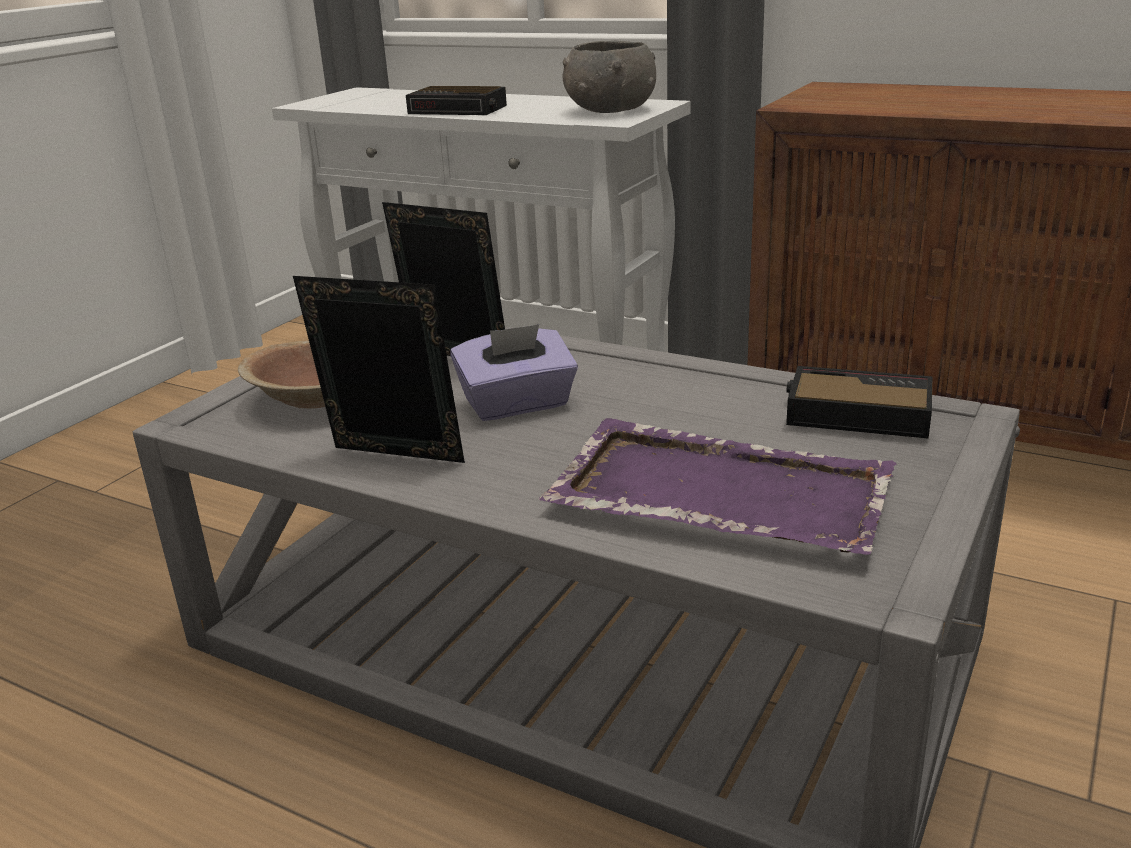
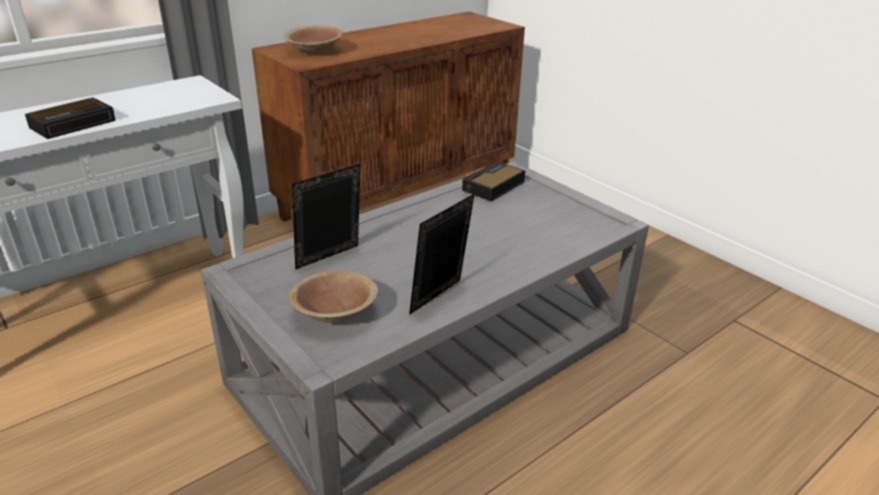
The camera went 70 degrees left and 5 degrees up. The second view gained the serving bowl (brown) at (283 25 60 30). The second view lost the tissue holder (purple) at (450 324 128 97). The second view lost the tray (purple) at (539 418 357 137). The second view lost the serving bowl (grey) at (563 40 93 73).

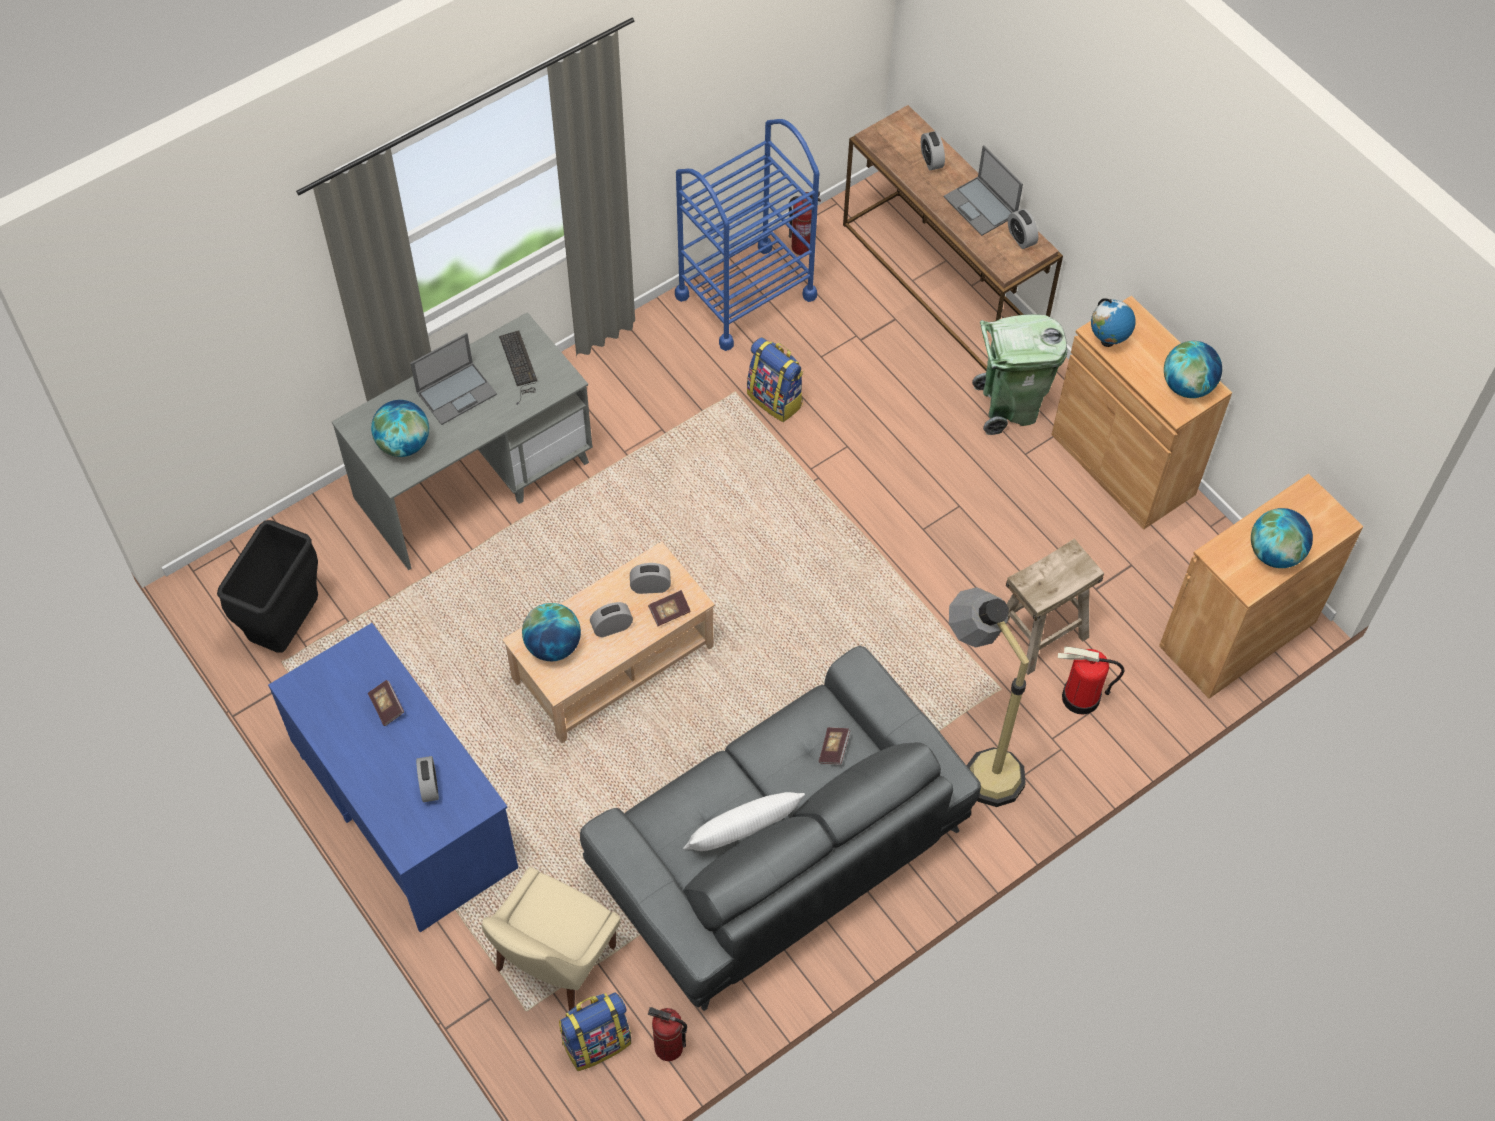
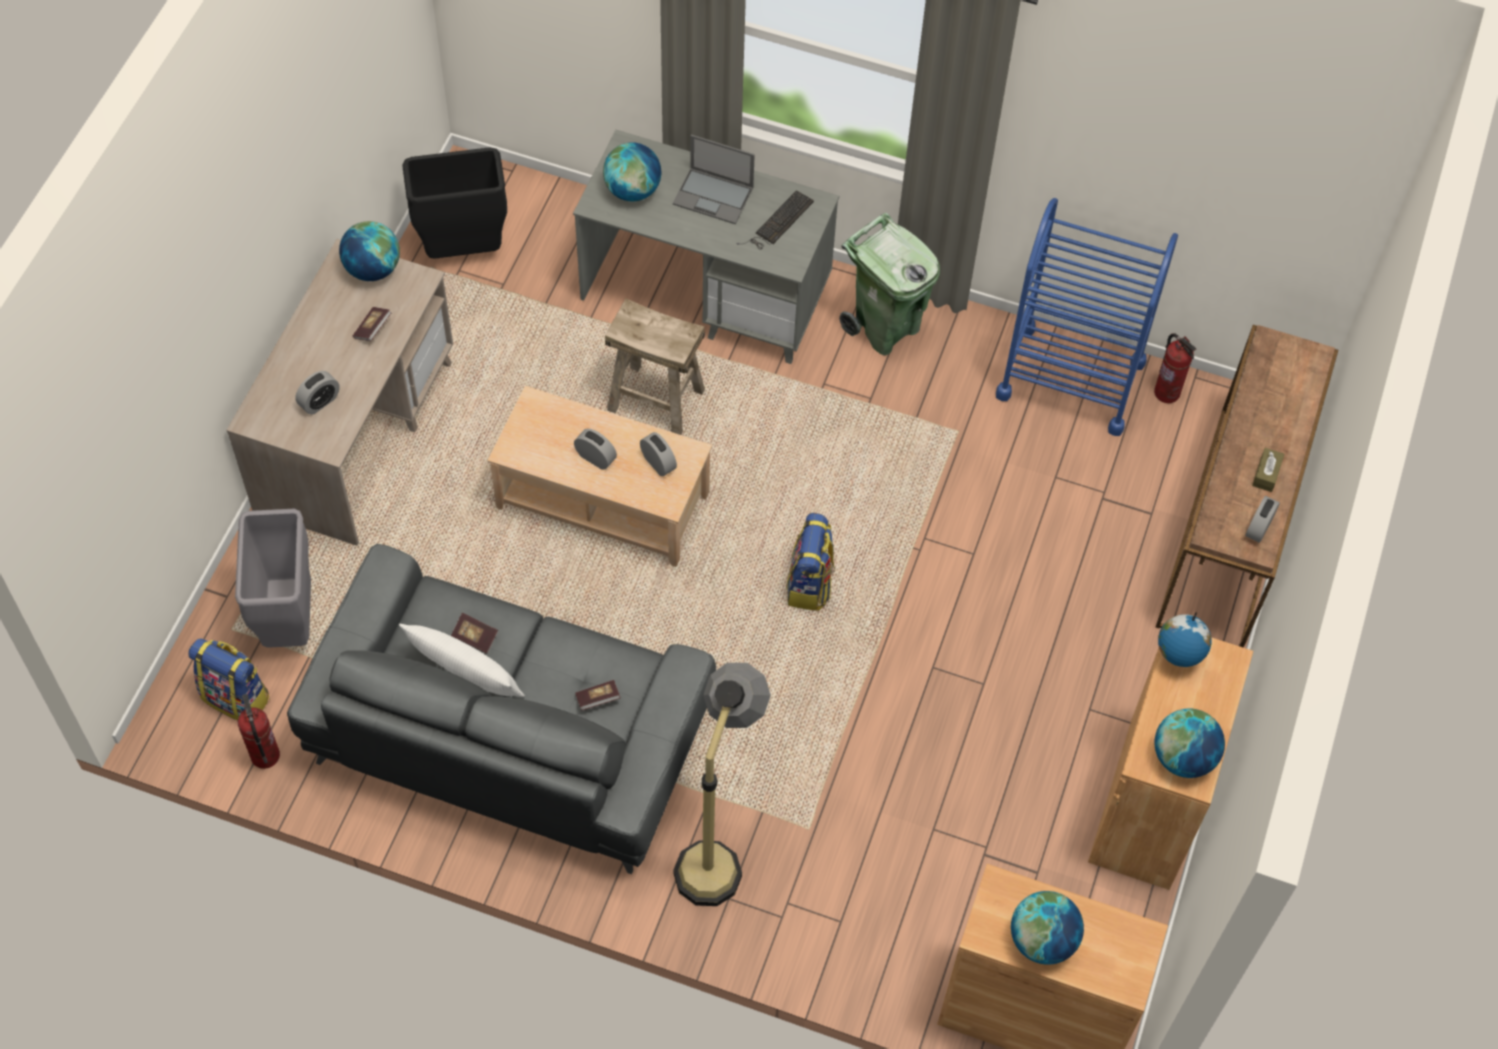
The camera went 55 degrees right and 0 degrees up. What was the desk unit (blue-coloured) at (268 623 250 309) turned into the desk unit (sand-coloured) at (226 239 227 307). Where the plain chair (sand-coloured) stood at (482 867 138 144), the trash can (grey) came to stand at (235 509 76 139). The globe ended up elsewhere, having gone from (522 603 59 58) to (339 221 61 60). The volume ended up elsewhere, having gone from (648 590 43 36) to (451 613 47 41). The sitting stool (sand-coloured) ended up elsewhere, having gone from (1006 538 98 137) to (605 299 100 136). The backpack ended up elsewhere, having gone from (747 337 56 85) to (786 513 49 98). The trash can (greenish) ended up elsewhere, having gone from (972 314 95 121) to (839 213 101 142). Where the notebook computer stood at (944 145 79 91), the tissue holder (brown) came to stand at (1252 448 33 44). The second view lost the table clock at (921 131 24 39). The second view lost the fire-fighting cylinder at (1058 647 66 68).

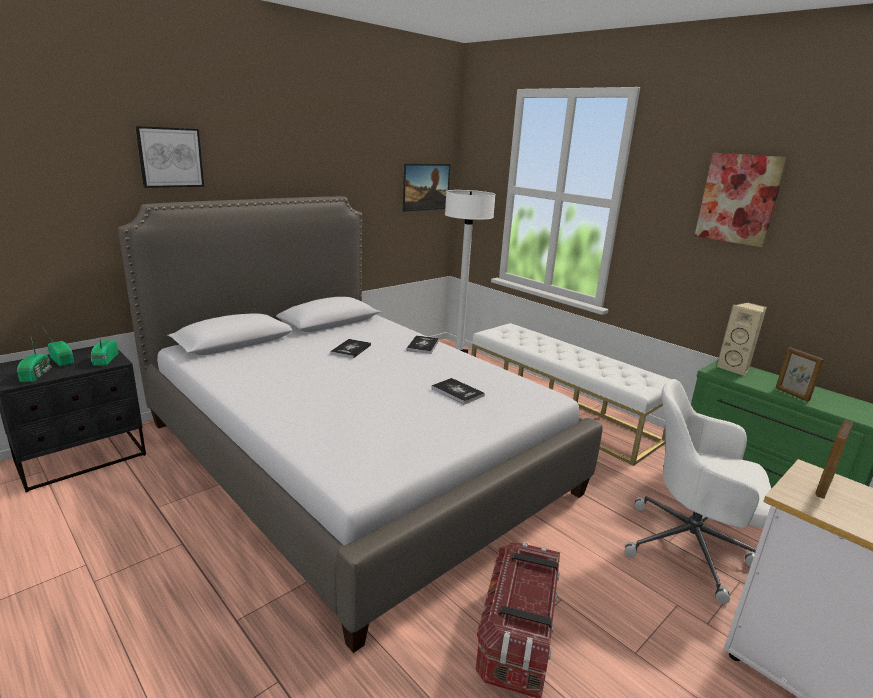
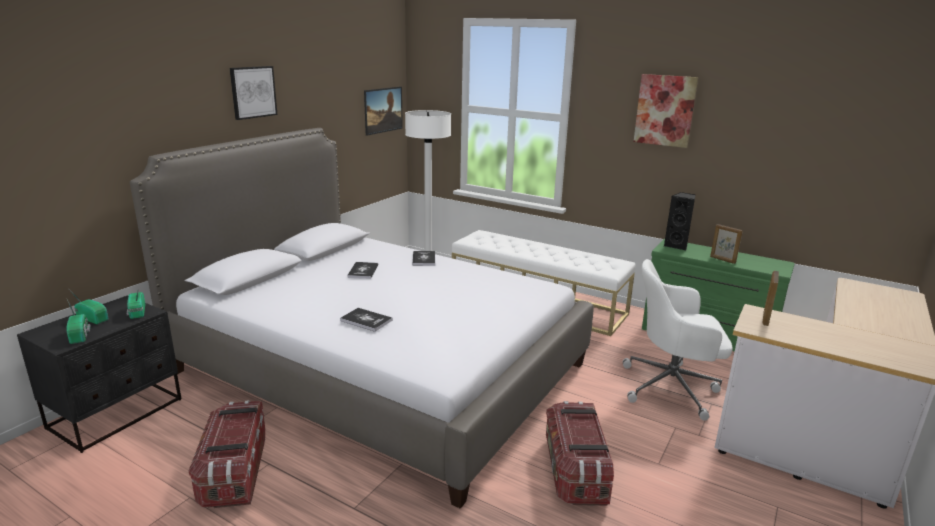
The camera went 15 degrees left and 0 degrees up. The second view gained the storage box at (189 401 76 107). The wall art ended up elsewhere, having gone from (135 126 69 62) to (229 66 48 54). The volume ended up elsewhere, having gone from (431 378 54 27) to (340 308 52 24). What was the audio speaker (sand-coloured) at (716 302 51 74) turned into the audio speaker (blackish) at (664 192 32 58).

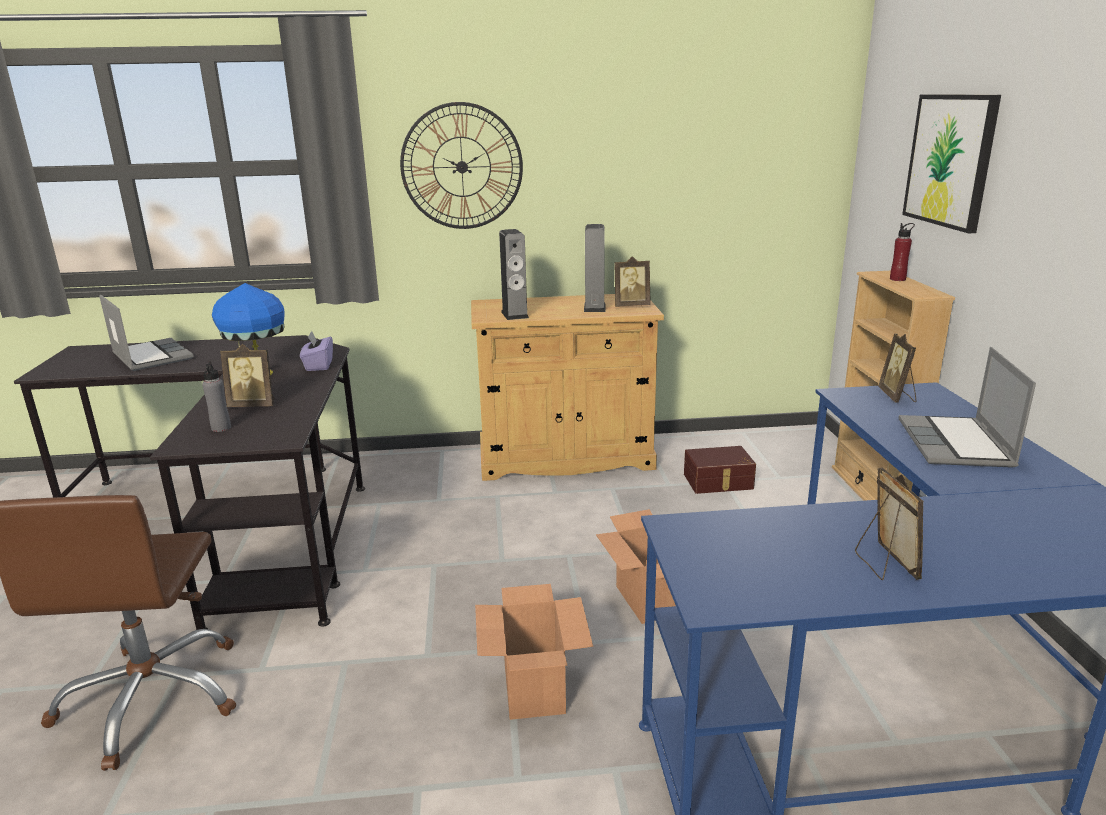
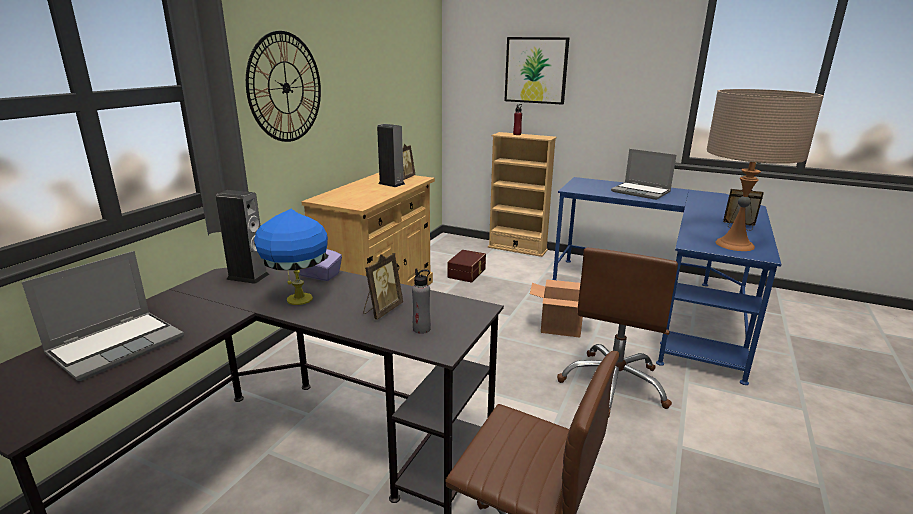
The camera went 60 degrees left and 0 degrees up. The notebook computer at (99 295 95 76) ended up facing another way, 135 degrees clockwise from before. The audio speaker ended up elsewhere, having gone from (499 229 30 91) to (216 190 54 94). Where the cardboard box stood at (475 584 118 136), the computer chair (brown) came to stand at (557 248 121 169). The second view gained the lamp for a table (sand-coloured) at (707 89 117 162). The second view lost the standing frame at (878 333 38 70).

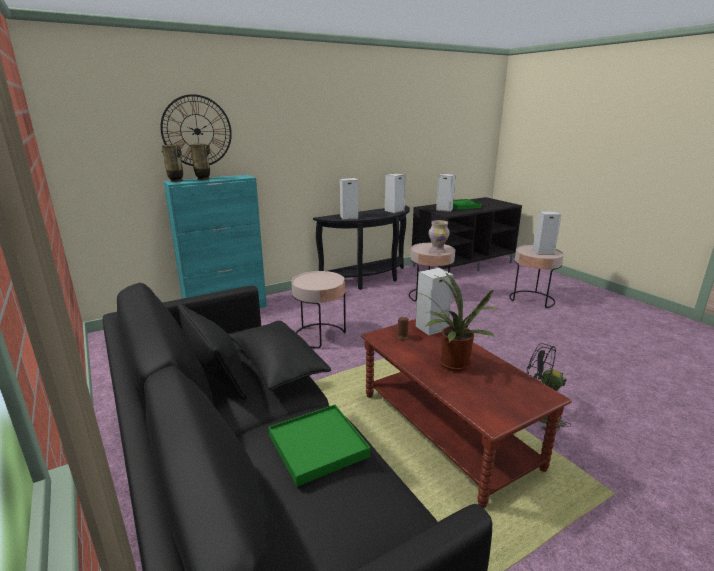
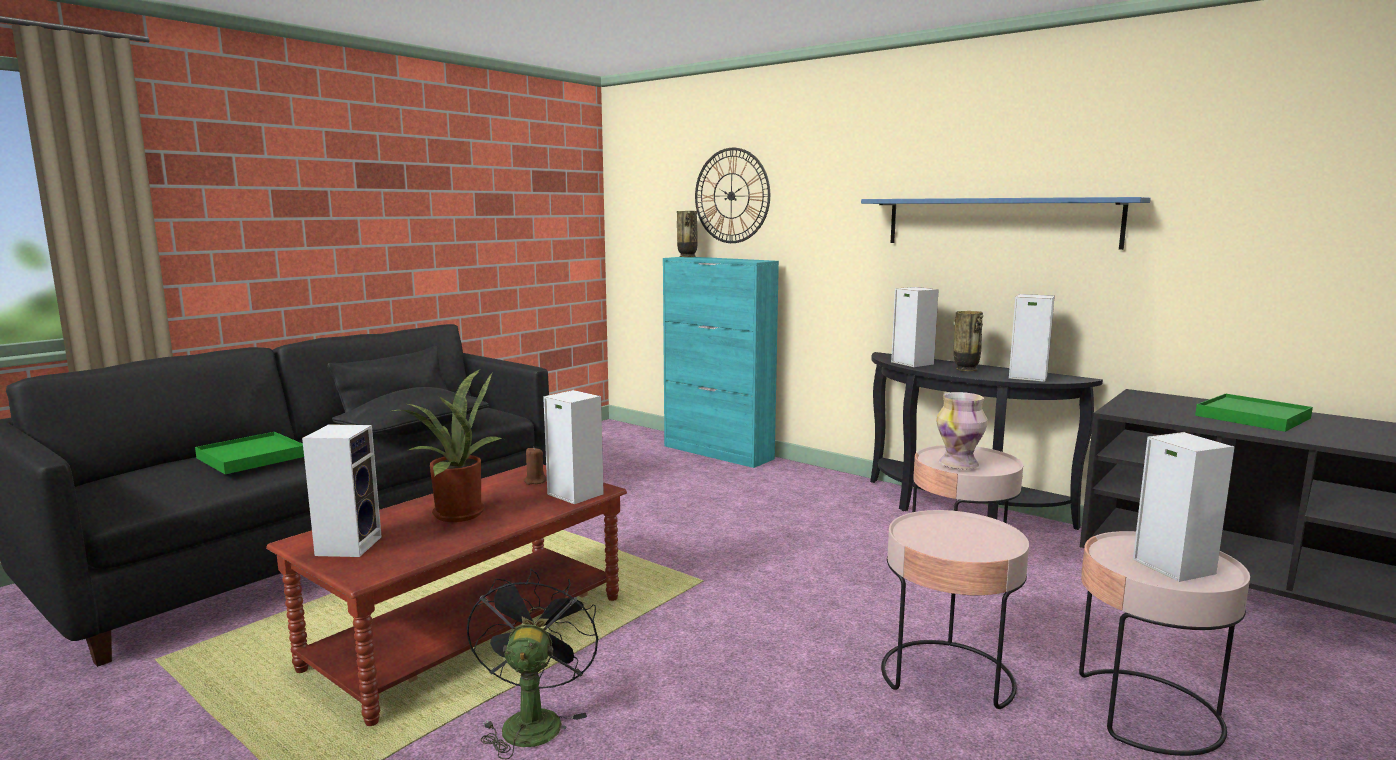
The camera went 70 degrees right and 10 degrees down. The audio speaker ended up elsewhere, having gone from (436 174 20 38) to (302 424 80 133). The second view gained the wall shelf (blue-coloured) at (861 197 290 53). The accent table (pinkish) ended up elsewhere, having gone from (291 271 55 78) to (881 510 148 199). The decorative vase ended up elsewhere, having gone from (189 143 21 37) to (954 311 29 60).

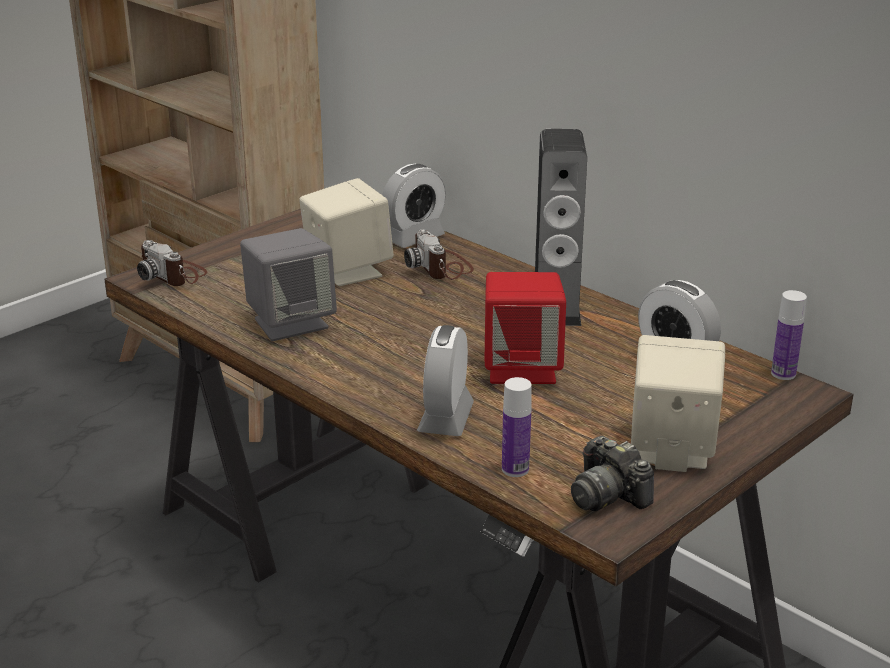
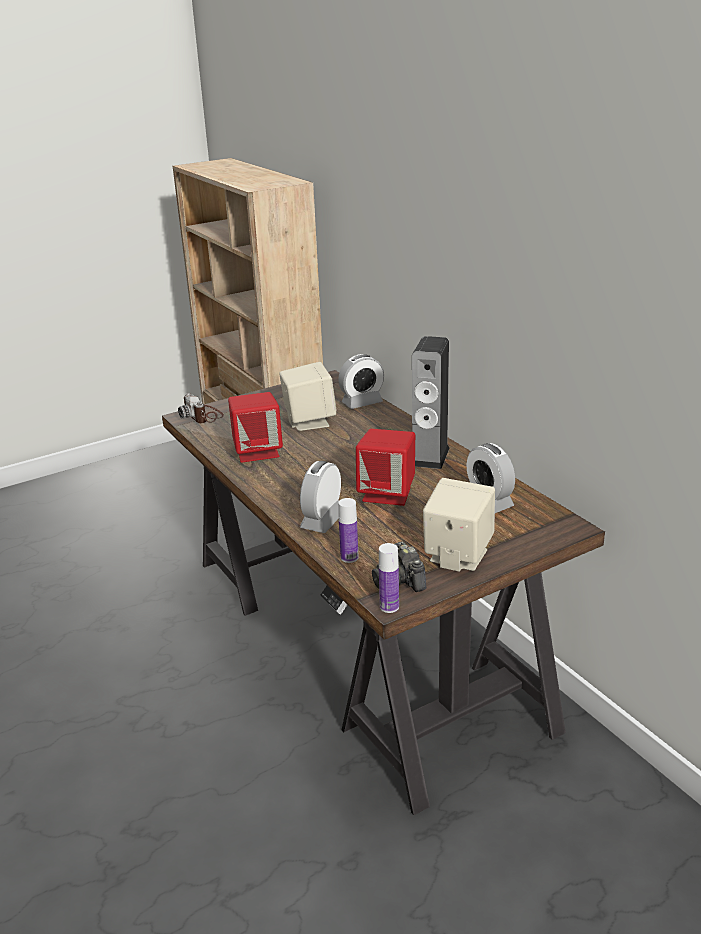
The camera went 15 degrees right and 0 degrees up. What was the audio speaker (grey) at (240 228 97 113) turned into the audio speaker (red-coloured) at (228 392 55 71). The beverage bottle ended up elsewhere, having gone from (771 290 36 90) to (379 543 20 70). The second view lost the photo camera at (404 229 70 51).

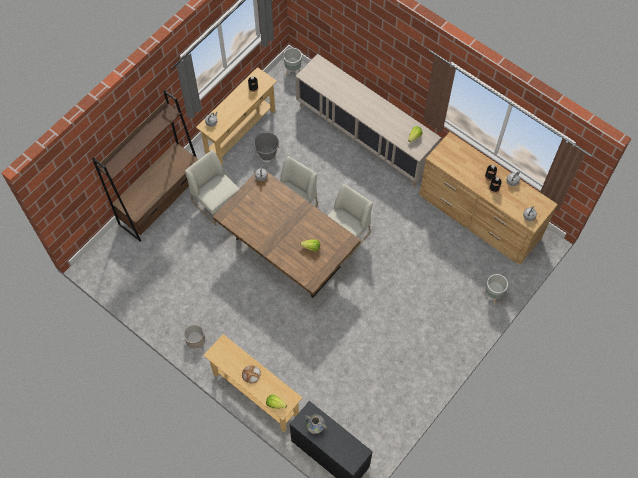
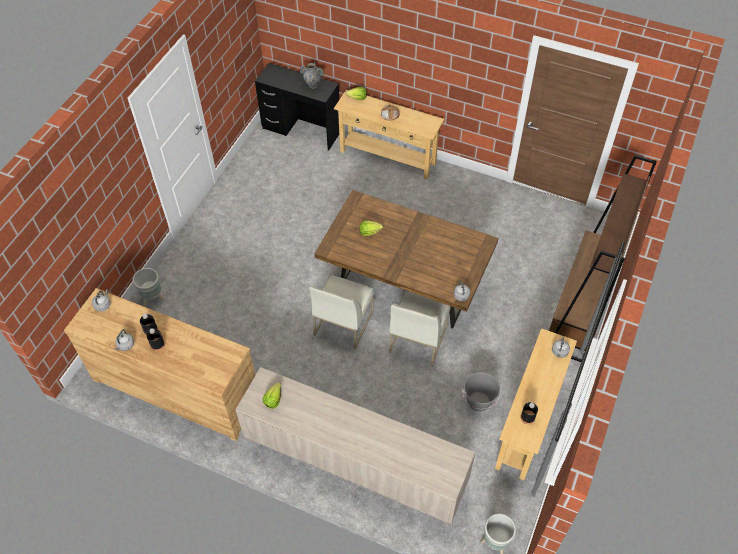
The camera went 165 degrees right and 10 degrees down. The second view lost the flower pot at (184 325 21 23). The second view lost the plain chair (white) at (185 149 55 77).

